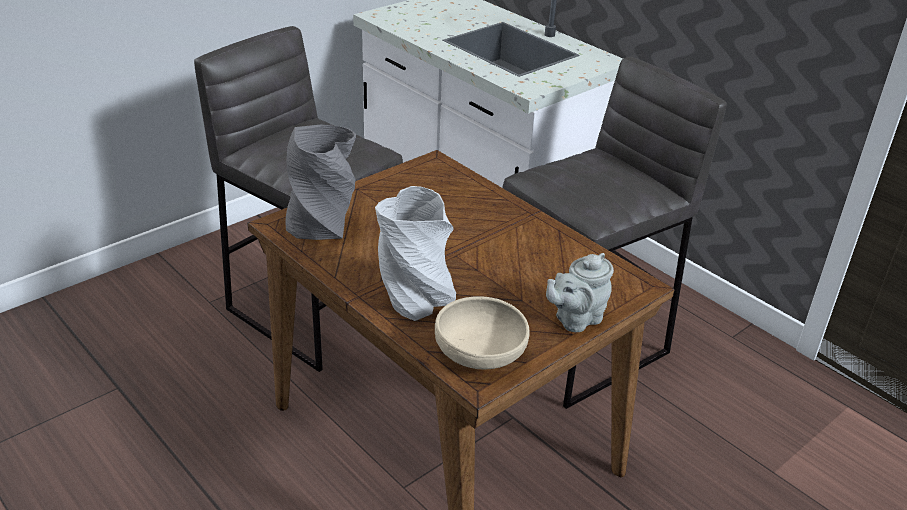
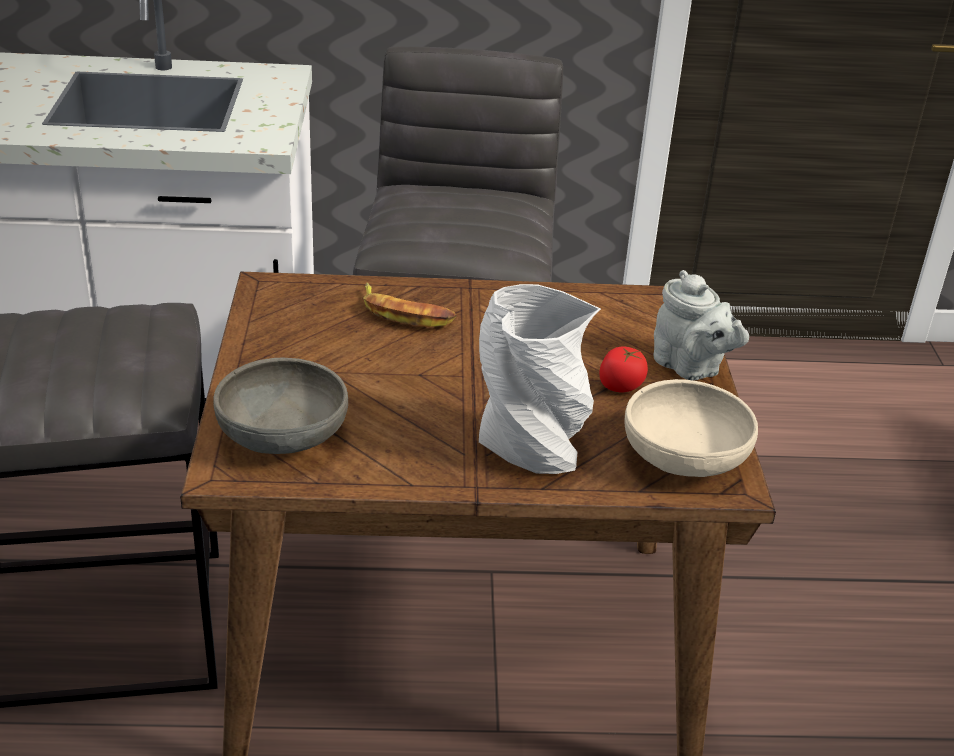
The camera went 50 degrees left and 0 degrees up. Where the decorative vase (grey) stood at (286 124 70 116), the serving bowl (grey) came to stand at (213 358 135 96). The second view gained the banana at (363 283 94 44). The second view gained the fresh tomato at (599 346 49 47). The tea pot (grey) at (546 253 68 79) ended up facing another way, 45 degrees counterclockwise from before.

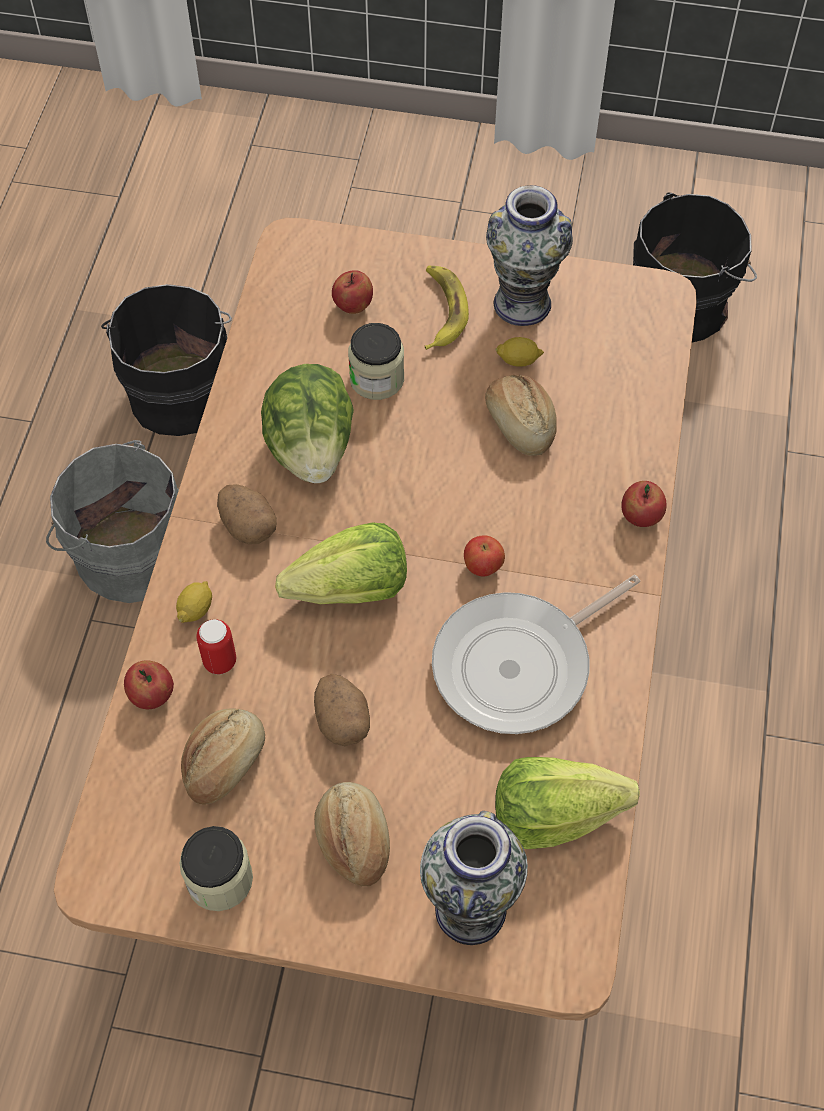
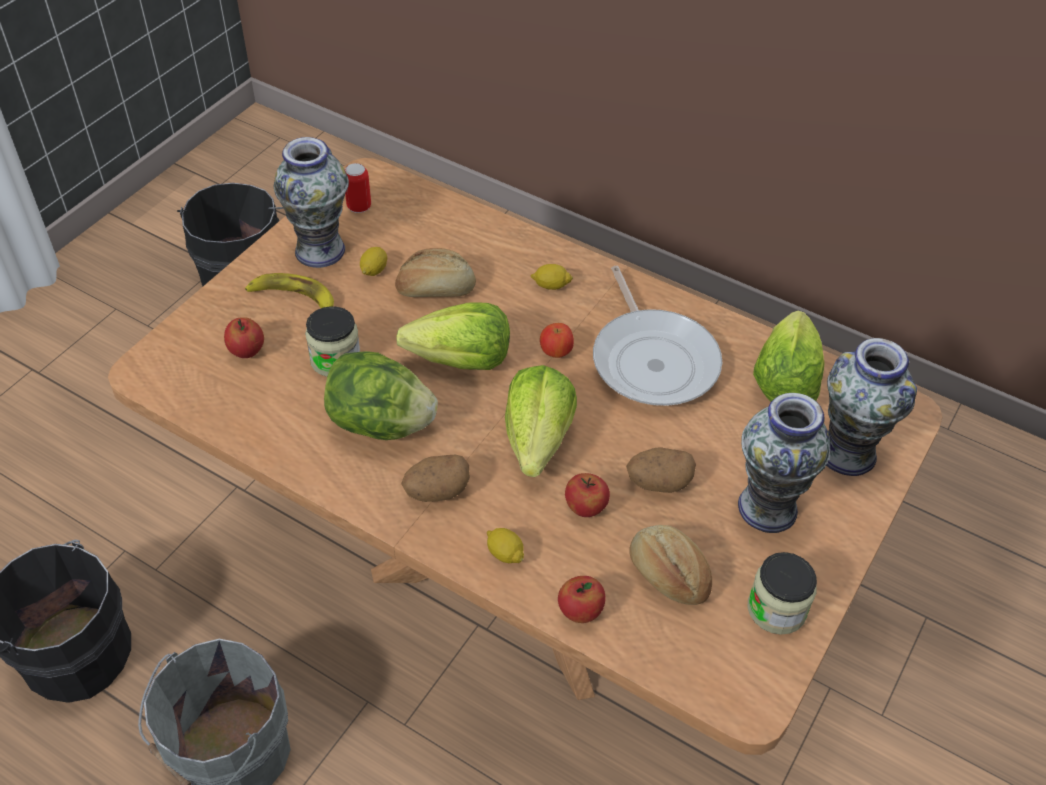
The camera went 70 degrees left and 10 degrees down. The sealed can ended up elsewhere, having gone from (196 619 40 55) to (345 163 26 50). The second view gained the head of lettuce at (396 302 114 68). The second view gained the citrus fruit at (531 264 42 26). The apple ended up elsewhere, having gone from (621 481 46 46) to (565 473 45 44). Where the bread stood at (314 782 76 104), the decorative vase came to stand at (738 393 93 140).

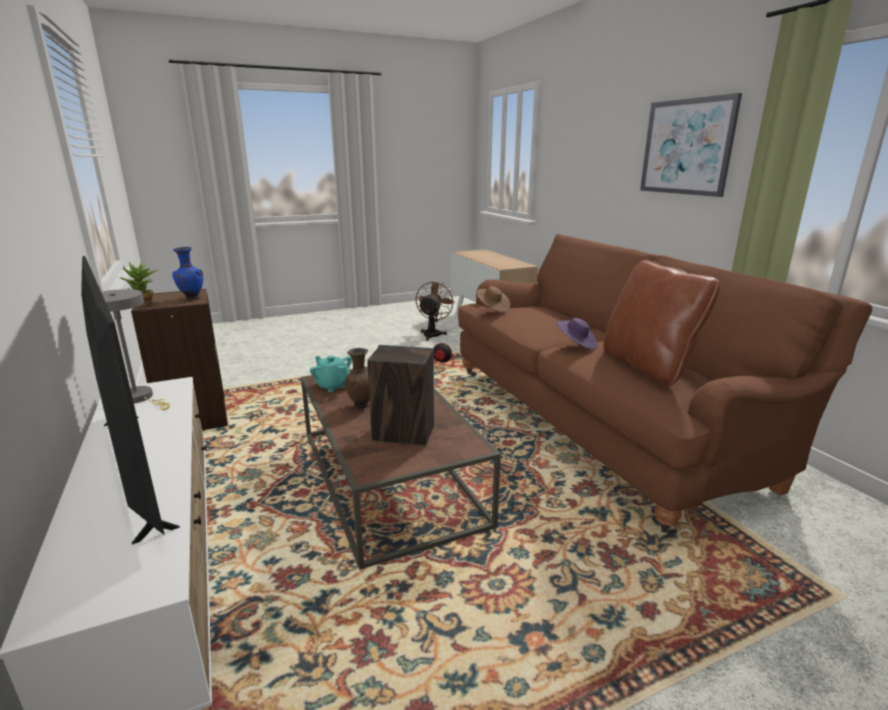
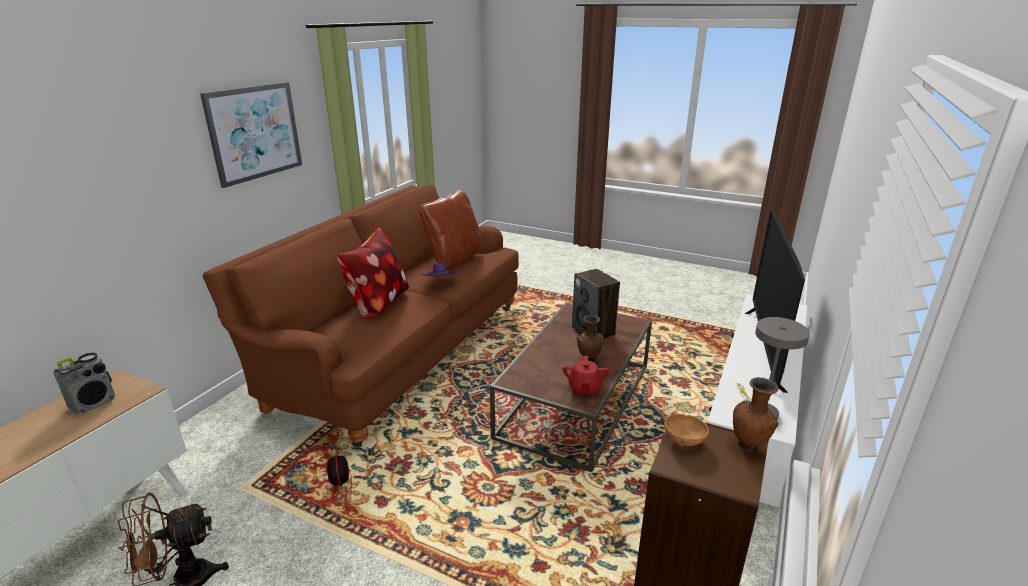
The camera went 130 degrees left and 5 degrees up. The second view gained the radio set at (53 352 62 62). The second view gained the throw pillow at (337 228 72 91). What was the tea pot (turquoise-coloured) at (310 356 42 36) turned into the tea pot (red-coloured) at (563 356 46 40). Where the decorative vase (blue-coloured) stood at (172 247 31 53), the serving bowl (brown) came to stand at (664 414 45 32). Where the potted plant stood at (119 262 40 46), the decorative vase (brown) came to stand at (733 377 46 75). The second view lost the clothing hat (brown) at (477 286 33 26).

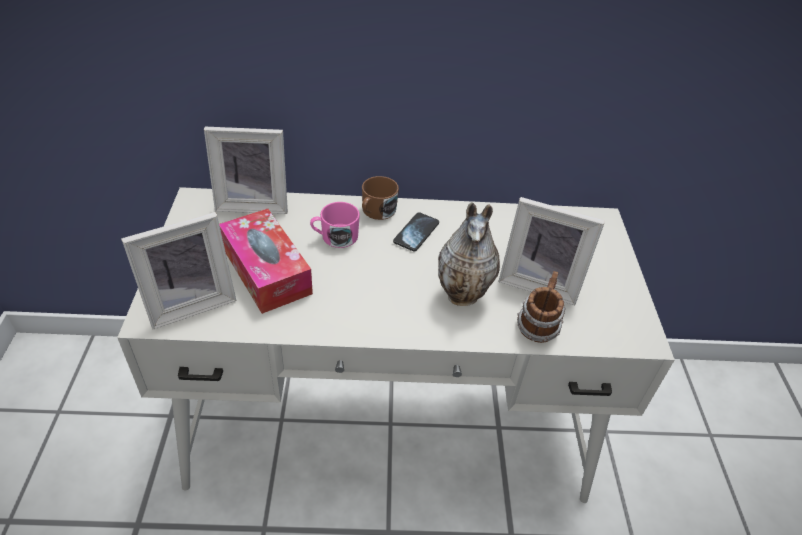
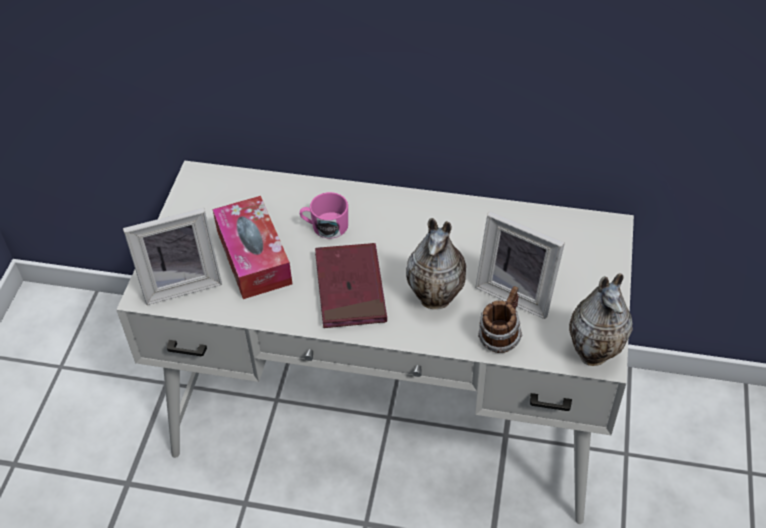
The camera went 15 degrees right and 5 degrees up. The second view gained the volume (red-coloured) at (315 243 72 85). The second view gained the decorative vase at (569 274 64 92). The second view lost the standing frame at (204 127 84 87). The second view lost the coffee mug (brown) at (362 176 37 44). The second view lost the phone at (393 212 46 39).

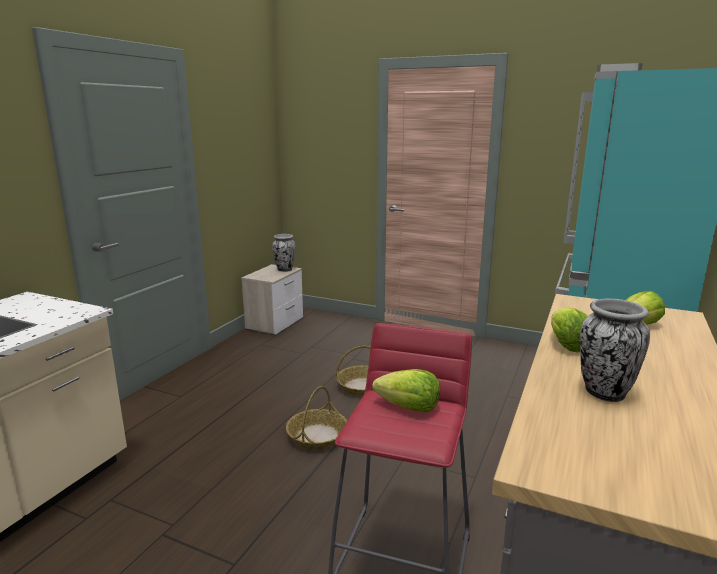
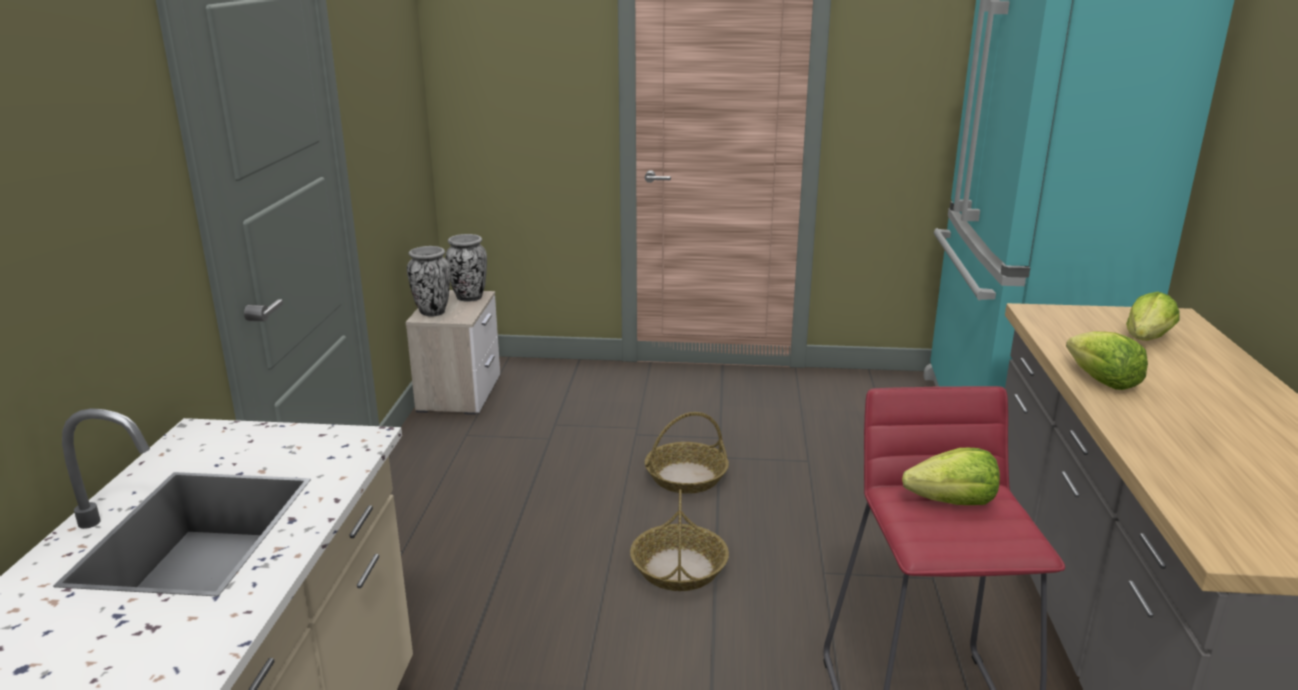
The camera went 20 degrees left and 5 degrees up. The decorative vase ended up elsewhere, having gone from (580 298 70 104) to (407 246 43 71).

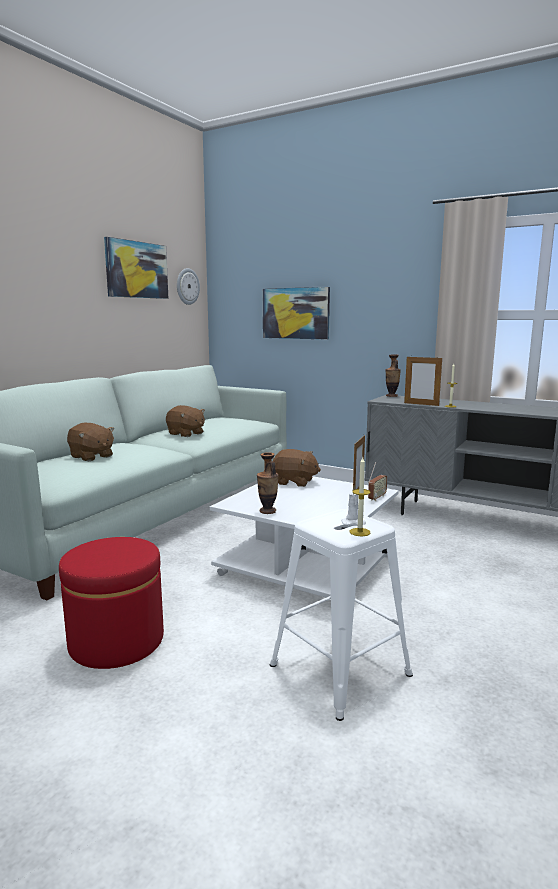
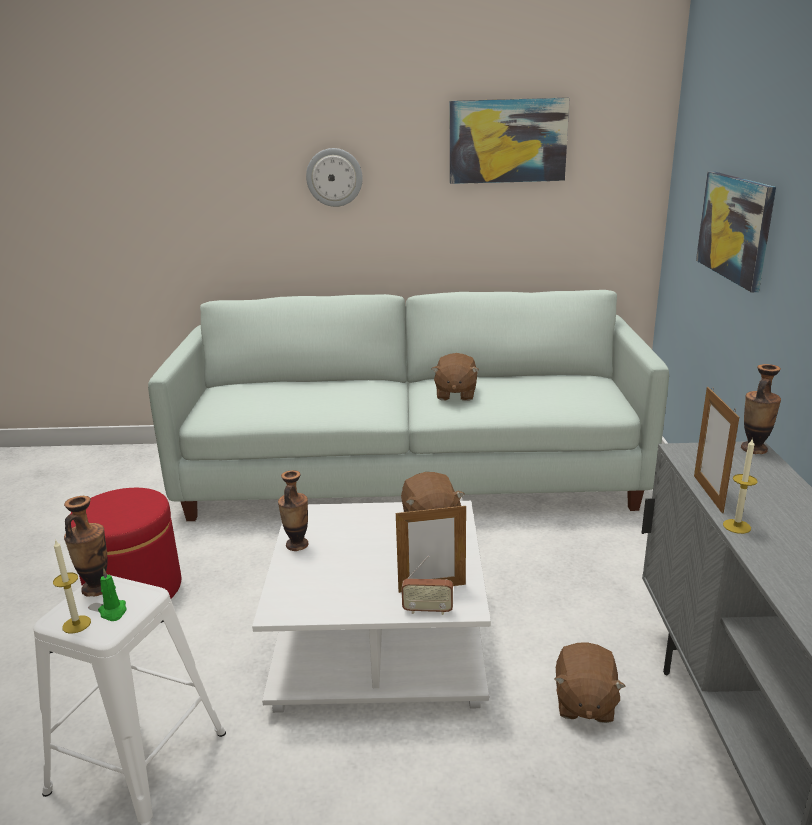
The camera went 60 degrees right and 10 degrees up. The second view gained the decorative vase at (64 496 43 101). What was the candle (white) at (342 486 24 40) turned into the candle (greenish) at (98 568 28 53). The hanging clock ended up elsewhere, having gone from (177 268 23 37) to (306 148 57 59). The plush toy (brown) ended up elsewhere, having gone from (67 423 47 38) to (554 642 72 81).

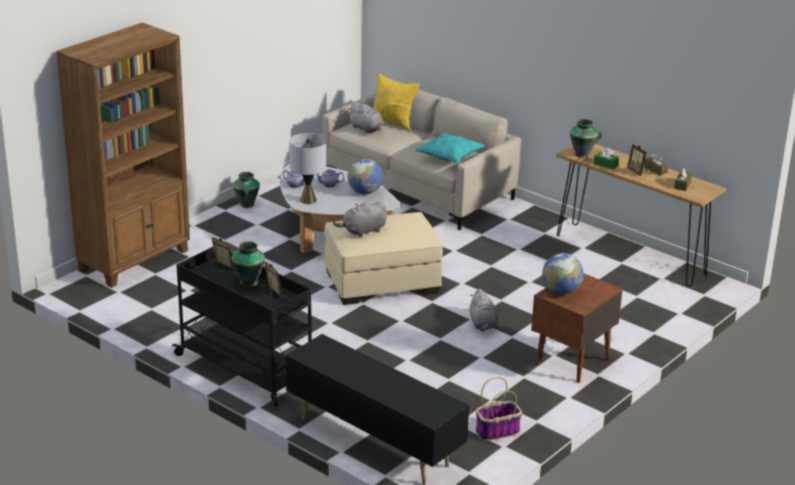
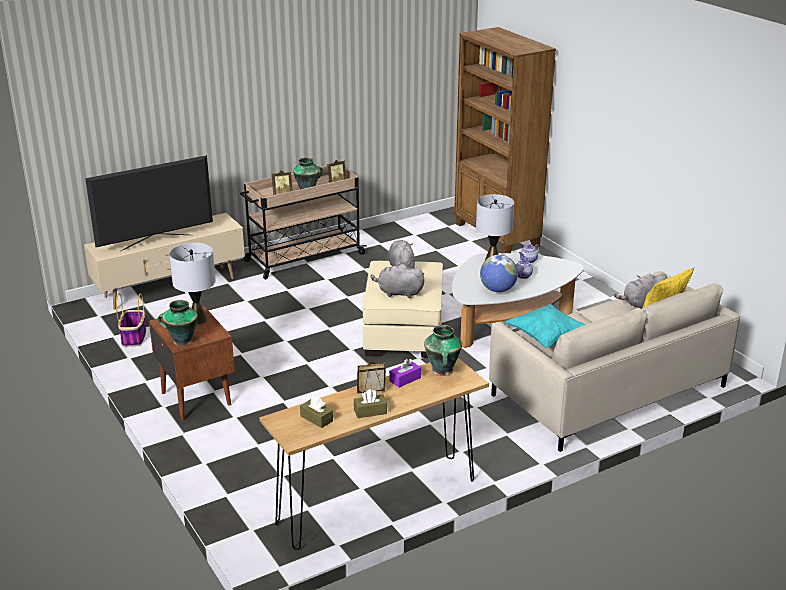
The camera went 110 degrees right and 0 degrees up. What was the tv unit (blackish) at (286 334 183 150) turned into the tv unit (sand-coloured) at (84 213 161 97). The second view gained the television at (85 155 128 96). The decorative vase ended up elsewhere, having gone from (233 172 27 36) to (158 300 40 46). Where the globe stood at (542 253 42 41), the lamp for a table (grey) came to stand at (169 243 47 82). What was the trolley (blackish) at (172 247 140 160) turned into the trolley (sand-coloured) at (240 166 127 113). The plush toy (grey) ended up elsewhere, having gone from (469 289 29 42) to (371 264 53 34). What was the tissue holder (greenish) at (594 147 25 22) turned into the tissue holder (purple) at (389 359 32 28).

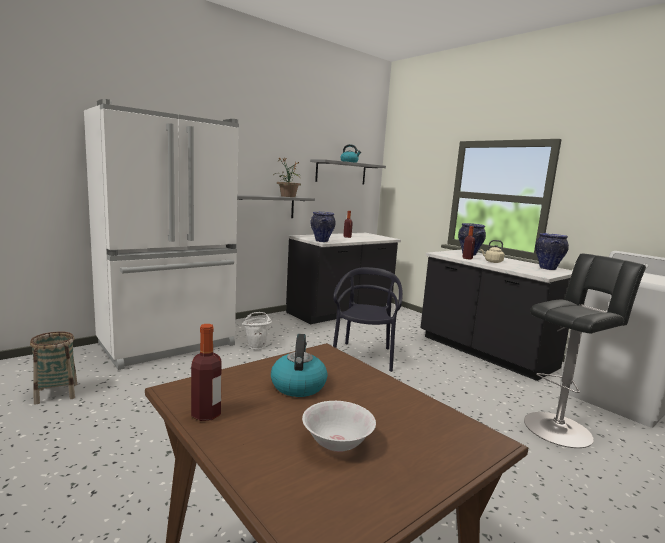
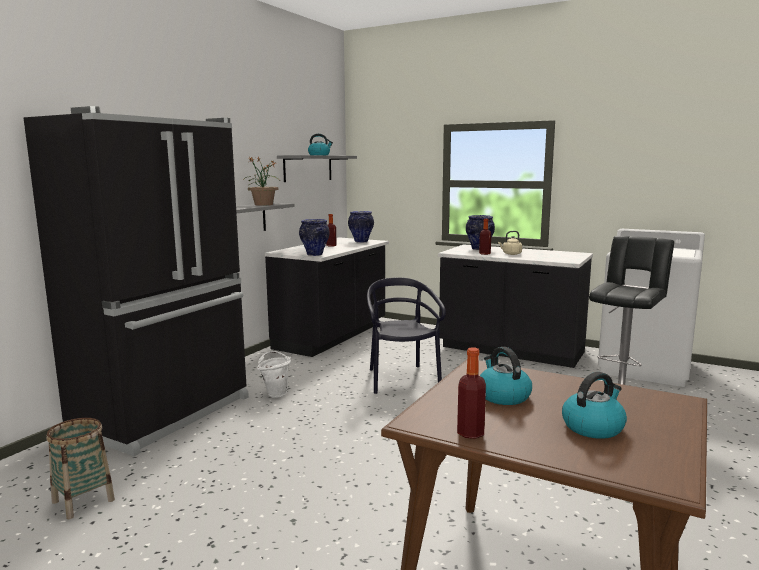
The camera went 20 degrees left and 0 degrees up. What was the kitchen fridge (white) at (84 99 155 271) turned into the kitchen fridge (blackish) at (23 106 226 350). The decorative vase ended up elsewhere, having gone from (535 233 34 37) to (348 211 26 32). Where the serving bowl (white) stood at (302 401 74 51), the kettle came to stand at (562 372 65 67).

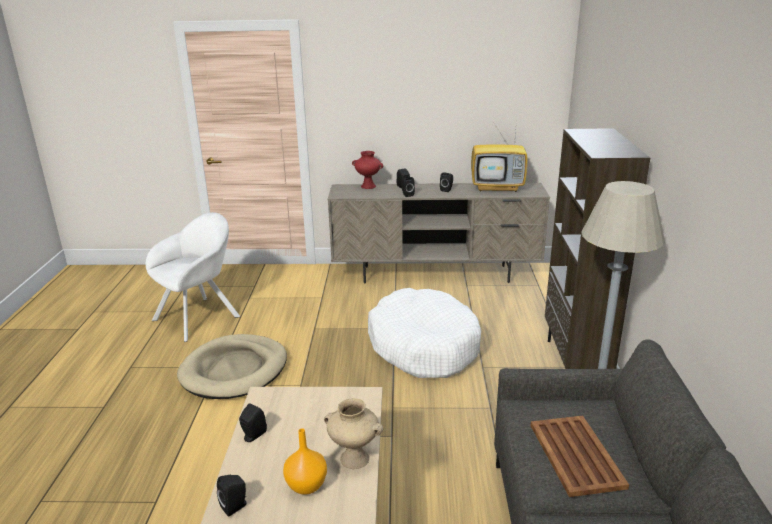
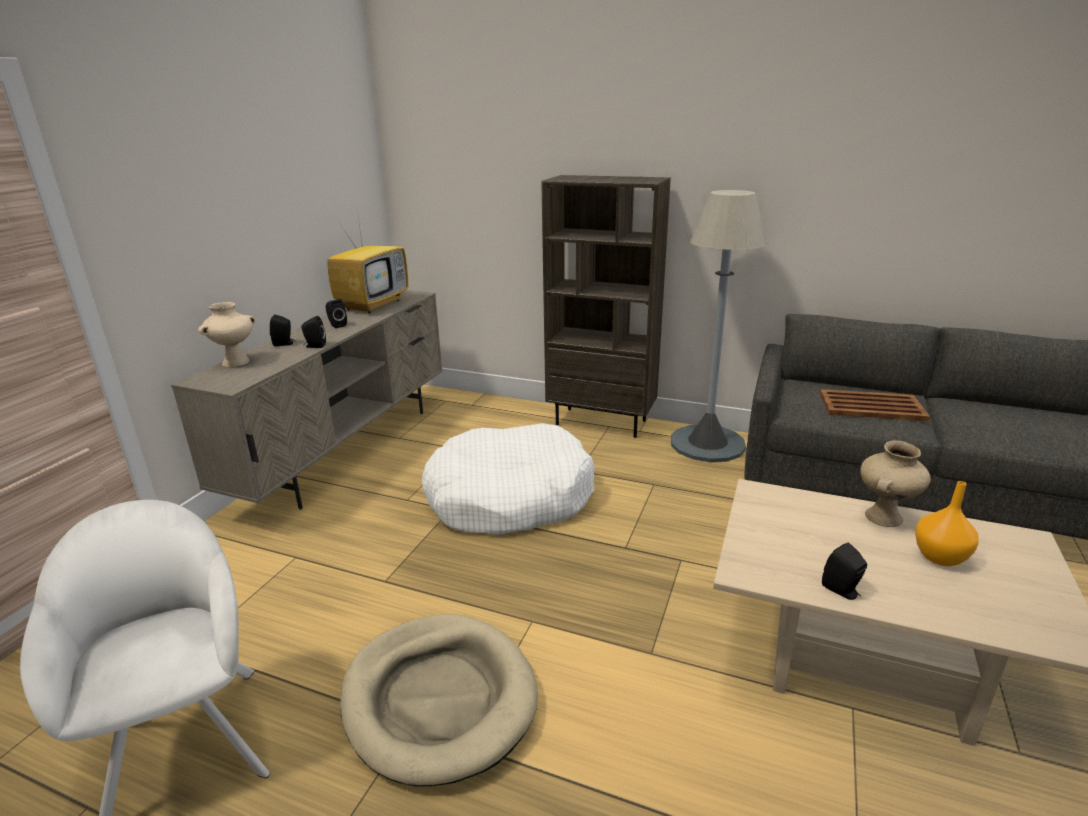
The camera went 70 degrees left and 0 degrees up. What was the decorative vase (red-coloured) at (352 151 31 38) turned into the decorative vase (sand-coloured) at (198 302 57 65). The second view lost the audio speaker (blackish) at (217 475 30 42).

